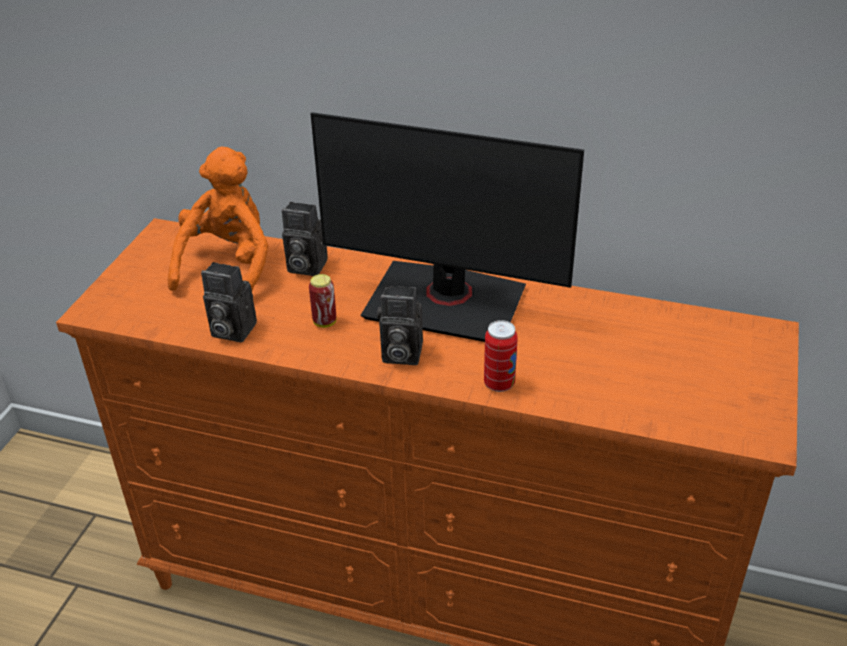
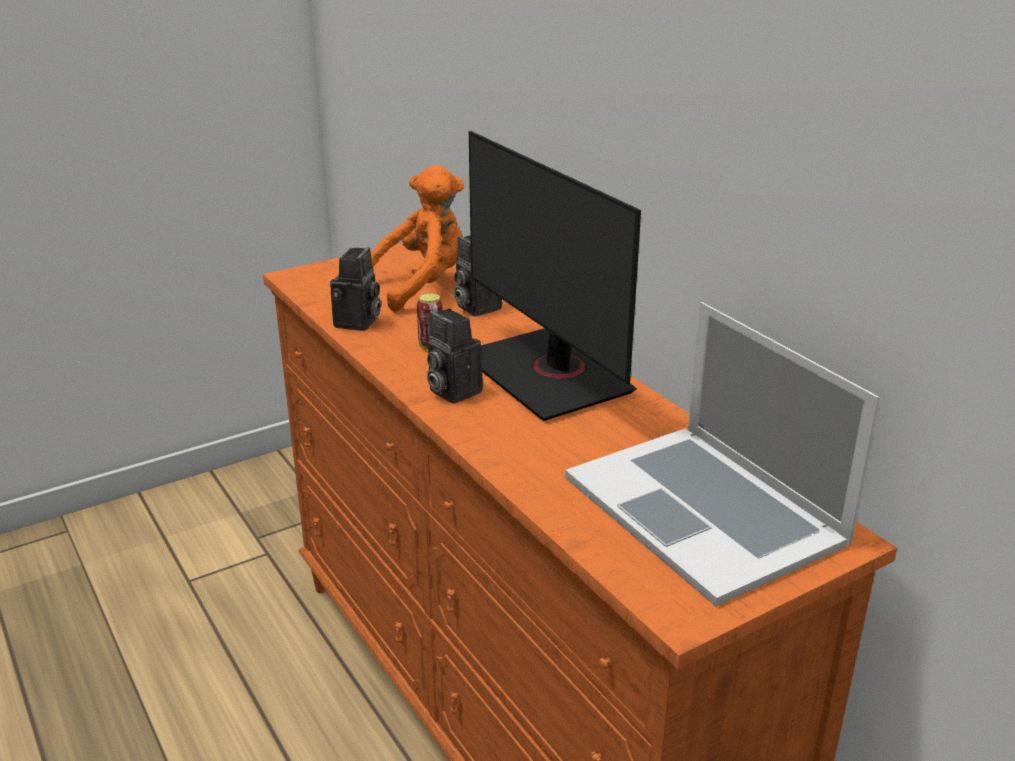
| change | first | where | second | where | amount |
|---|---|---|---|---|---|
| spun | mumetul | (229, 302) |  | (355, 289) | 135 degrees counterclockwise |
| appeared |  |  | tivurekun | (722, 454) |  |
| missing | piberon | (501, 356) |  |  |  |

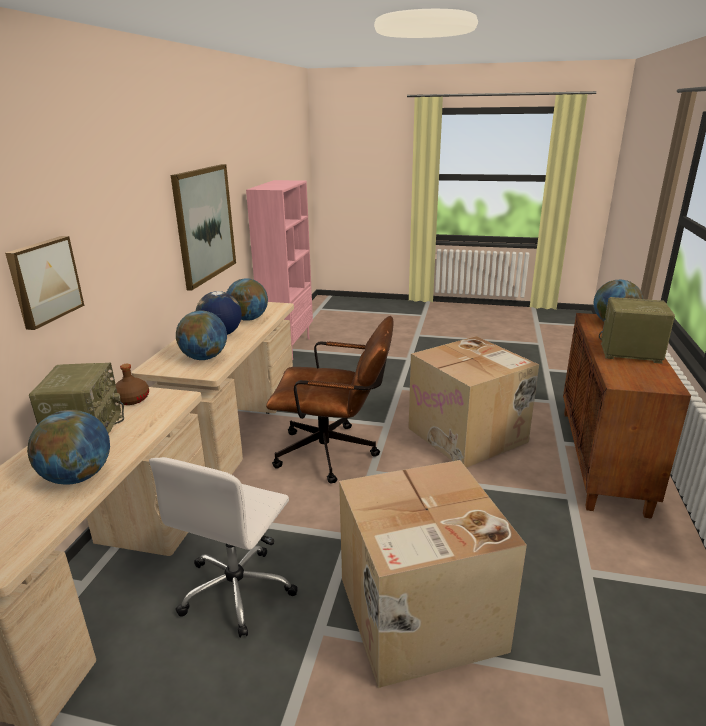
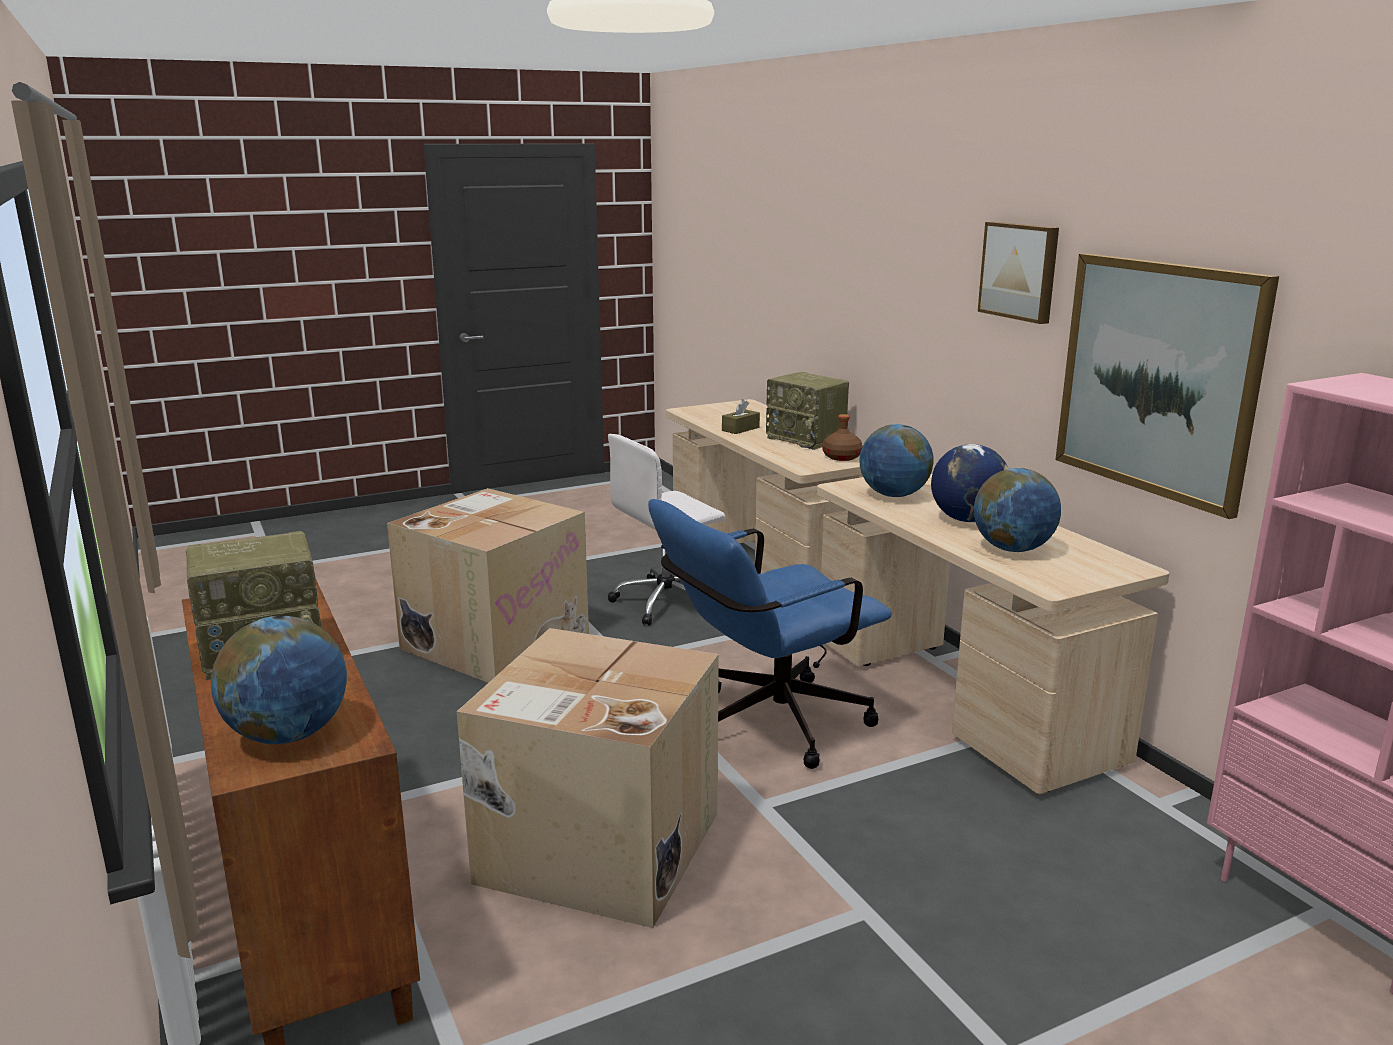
| change | first | where | second | where | amount |
|---|---|---|---|---|---|
| spun | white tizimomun | (223, 547) |  | (666, 530) | 105 degrees counterclockwise |
| colour | brown tizimomun | (330, 400) | blue tizimomun | (770, 634) |  |
| exchanged | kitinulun | (68, 447) | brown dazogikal | (741, 416) |  |
| relocated | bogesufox | (45, 283) |  | (1018, 273) |  |

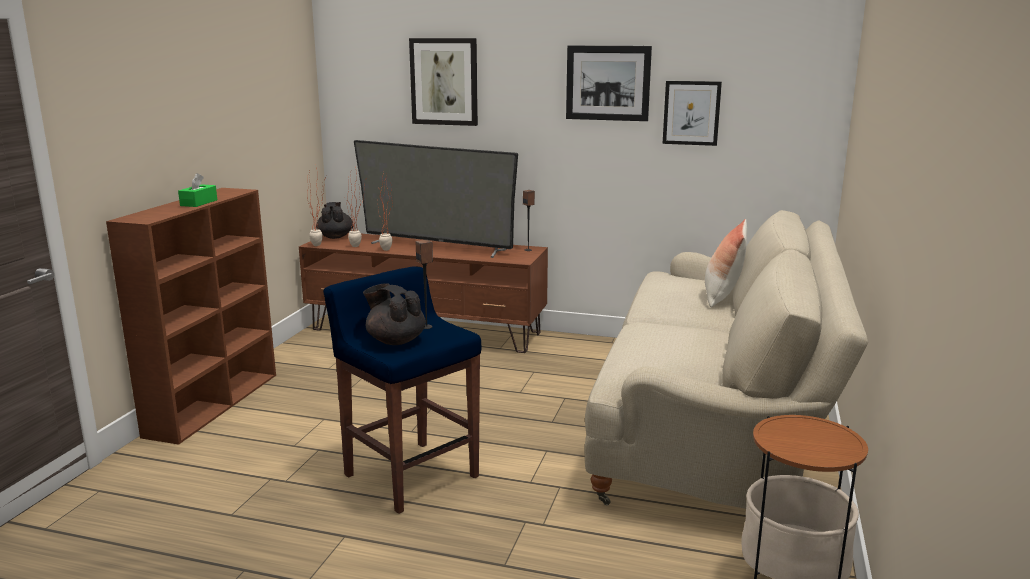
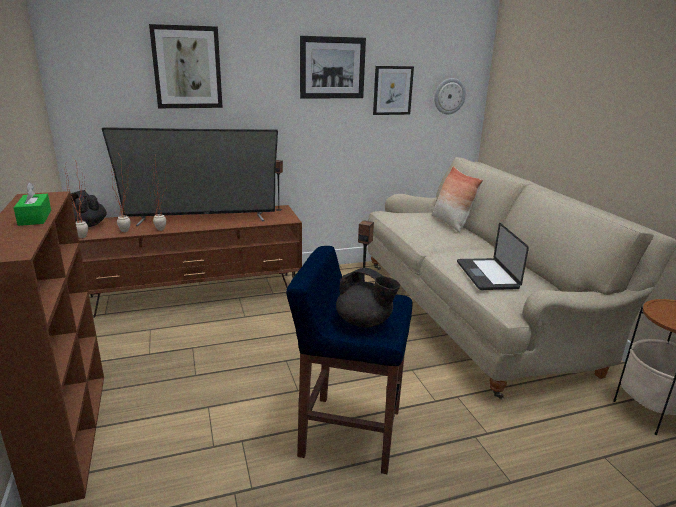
| change | first | where | second | where | amount |
|---|---|---|---|---|---|
| spun | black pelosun | (394, 314) |  | (368, 298) | 150 degrees counterclockwise |
| appeared |  |  | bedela | (450, 96) |  |
| appeared |  |  | tivurekun | (493, 256) |  |

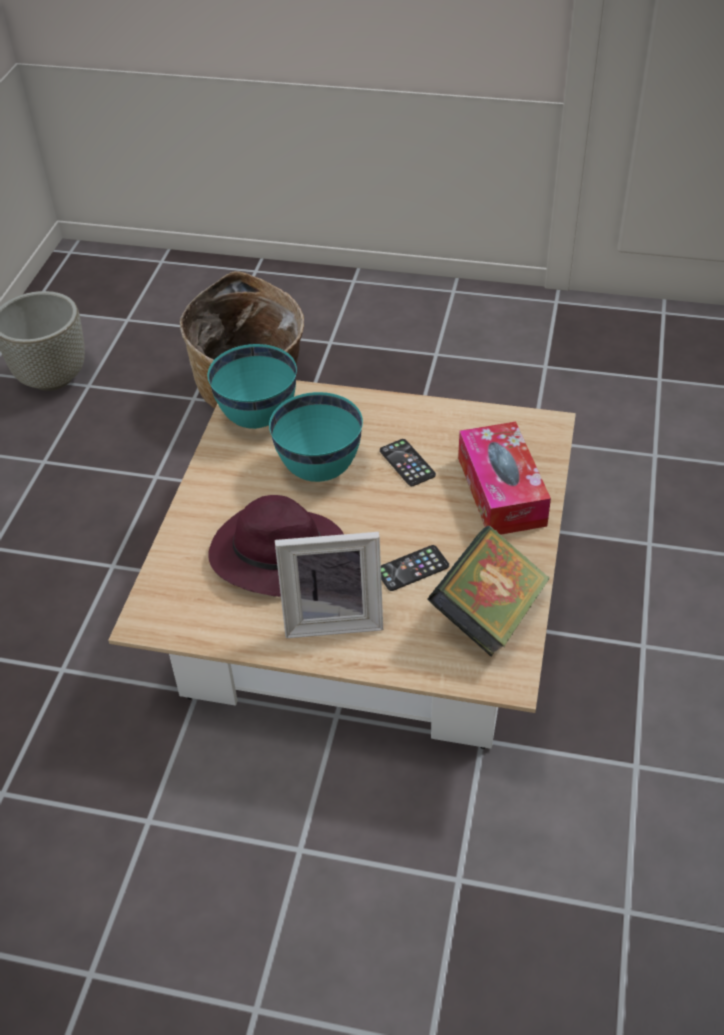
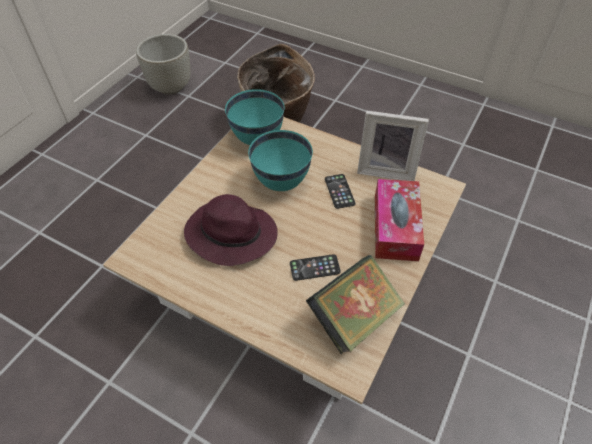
| change | first | where | second | where | amount |
|---|---|---|---|---|---|
| relocated | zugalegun | (329, 585) |  | (393, 145) |  |

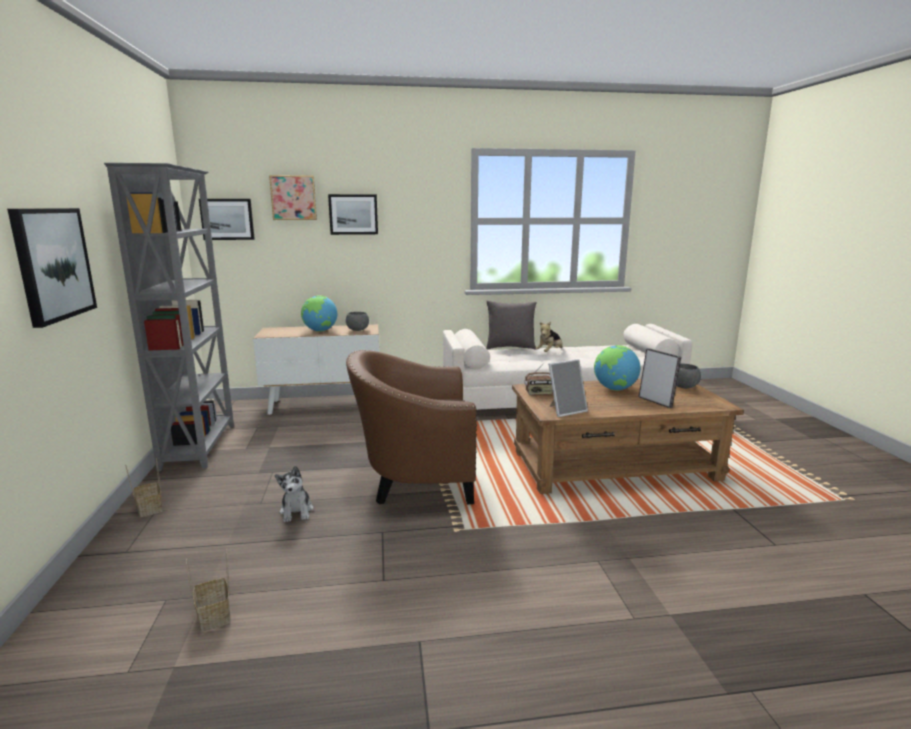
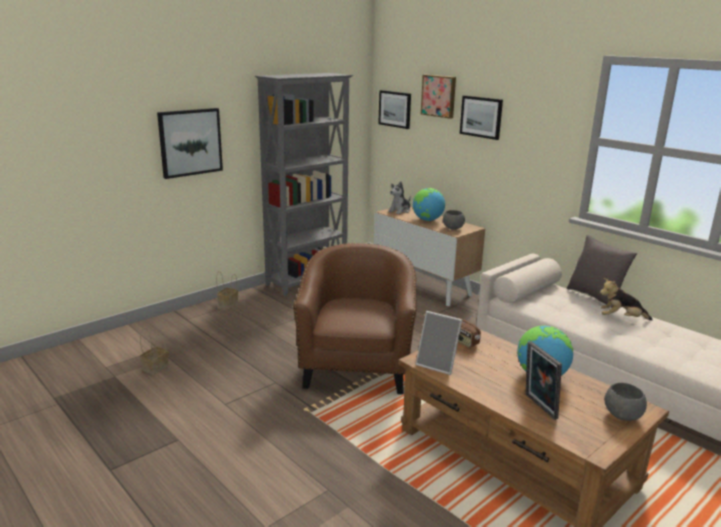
| change | first | where | second | where | amount |
|---|---|---|---|---|---|
| spun | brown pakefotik | (411, 427) |  | (355, 318) | 45 degrees clockwise |
| relocated | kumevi | (294, 494) |  | (399, 197) |  |
| spun | zugalegun | (660, 378) |  | (543, 380) | 135 degrees clockwise |

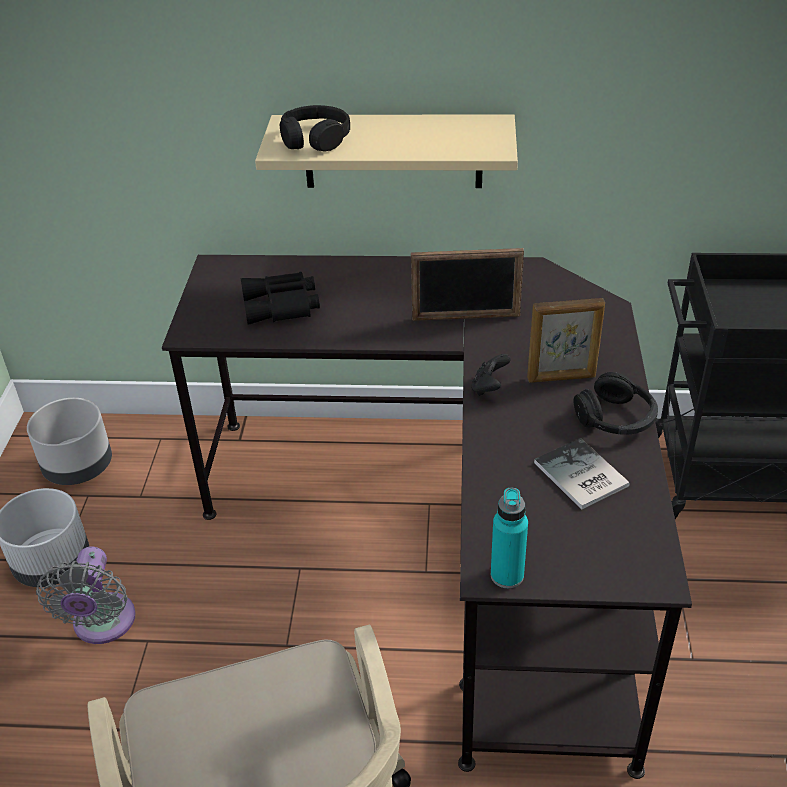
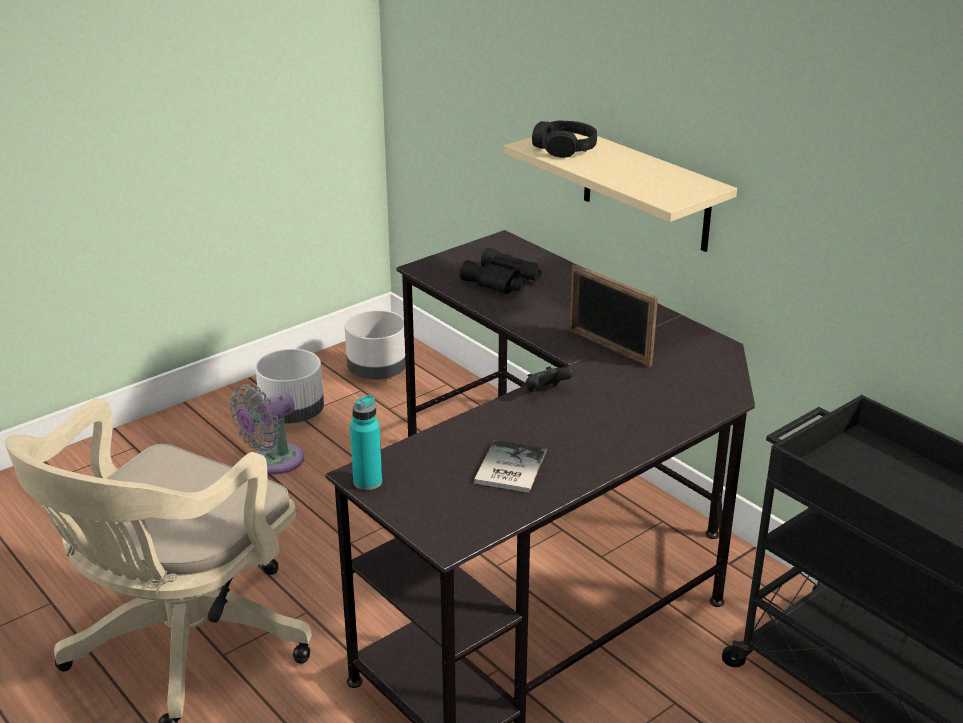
| change | first | where | second | where | amount |
|---|---|---|---|---|---|
| missing | zugalegun | (566, 340) |  |  |  |
| missing | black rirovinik | (616, 403) |  |  |  |

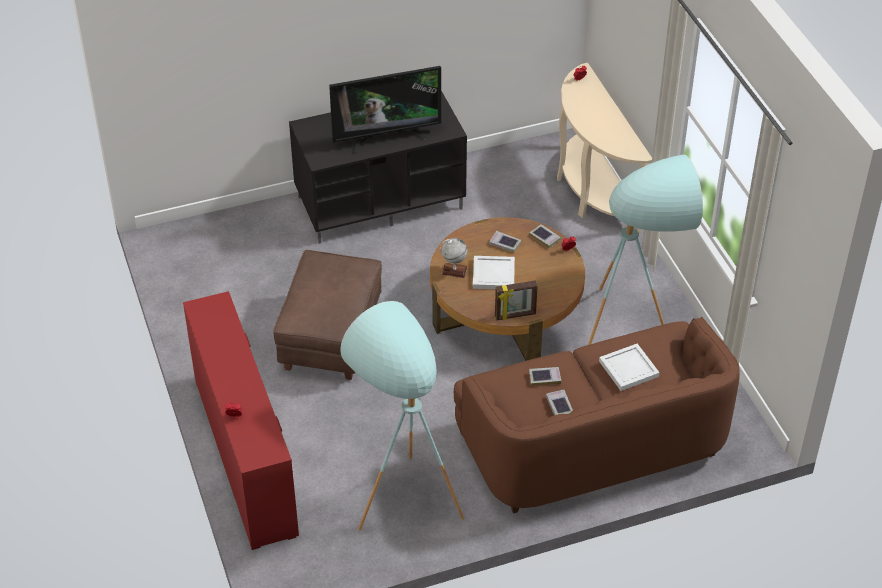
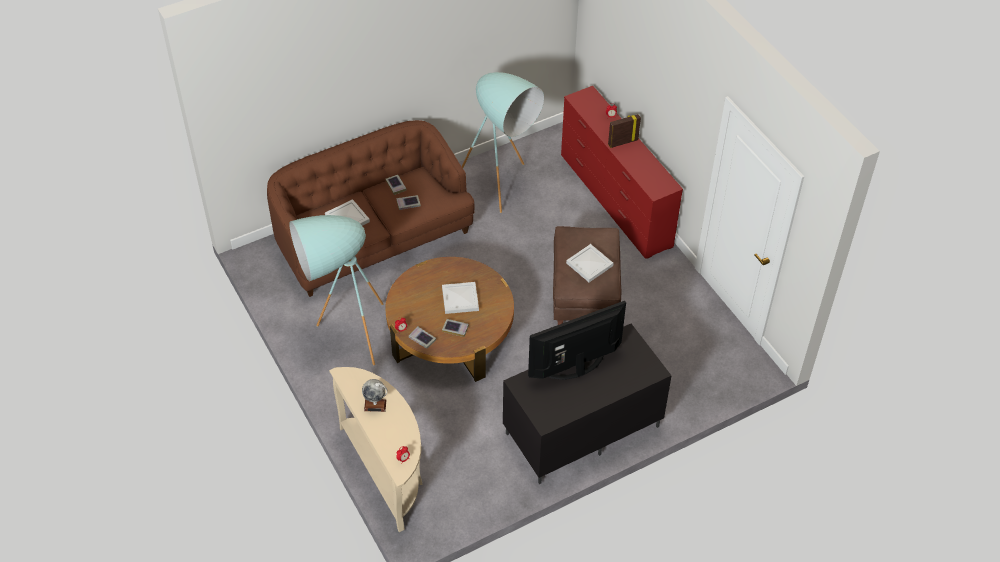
| change | first | where | second | where | amount |
|---|---|---|---|---|---|
| relocated | kitinulun | (453, 258) |  | (374, 395) |  |
| appeared |  |  | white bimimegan | (589, 263) |  |
| relocated | zugalegun | (516, 300) |  | (624, 131) |  |

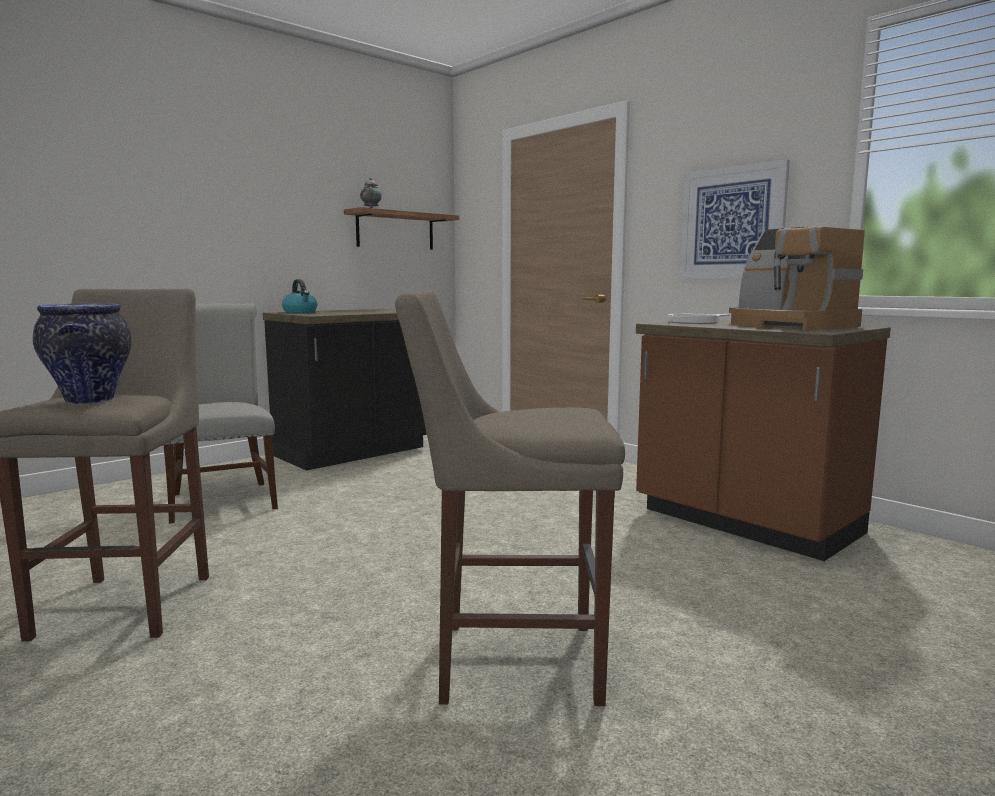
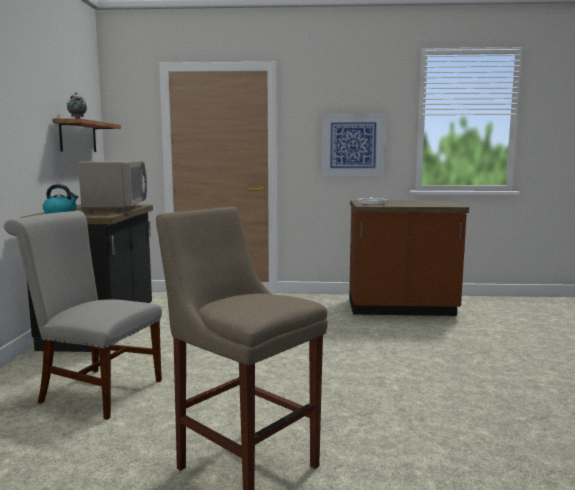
| change | first | where | second | where | amount |
|---|---|---|---|---|---|
| appeared |  |  | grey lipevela | (112, 186) |  |
| missing | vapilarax | (82, 353) |  |  |  |
| missing | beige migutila | (510, 498) |  |  |  |
| missing | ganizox | (797, 278) |  |  |  |

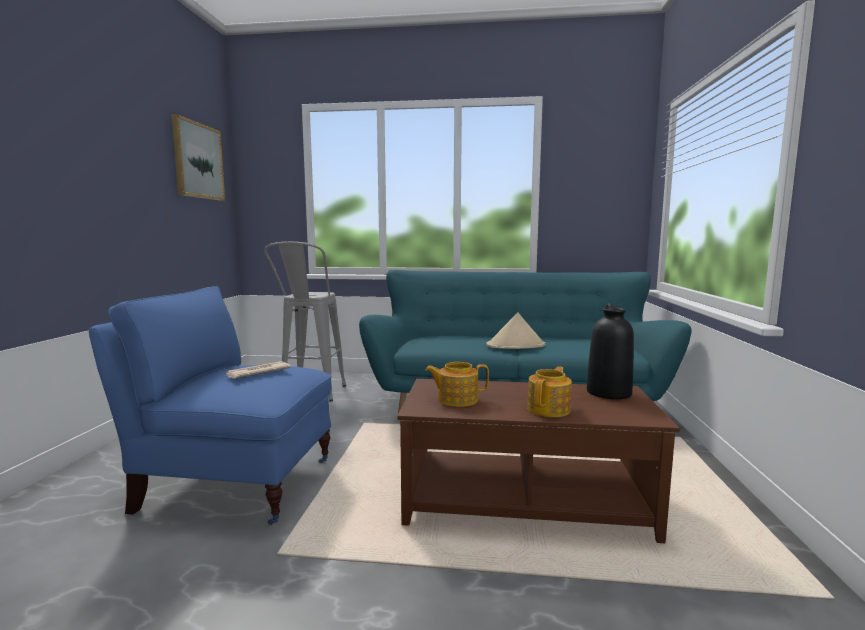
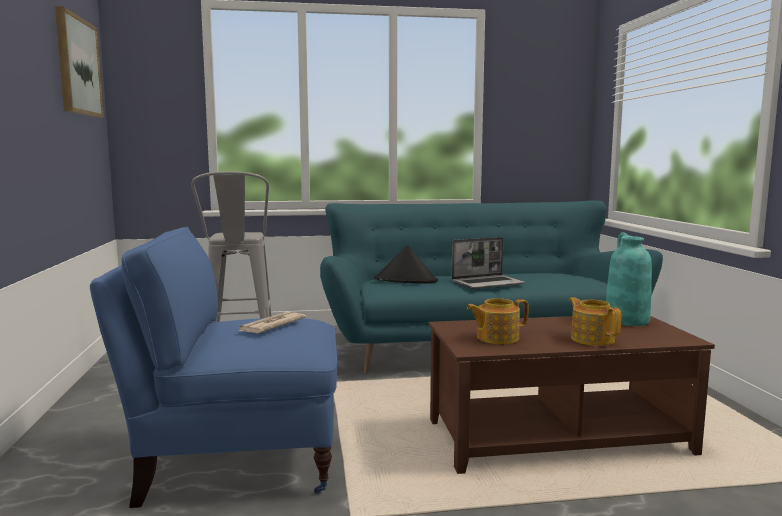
| change | first | where | second | where | amount |
|---|---|---|---|---|---|
| appeared |  |  | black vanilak | (406, 264) |  |
| exchanged | beige vanilak | (515, 330) | tivurekun | (488, 263) |  |
| spun | pelosun | (549, 391) |  | (595, 321) | 45 degrees counterclockwise |
| colour | black vapilarax | (610, 351) | turquoise vapilarax | (629, 279) |  |

